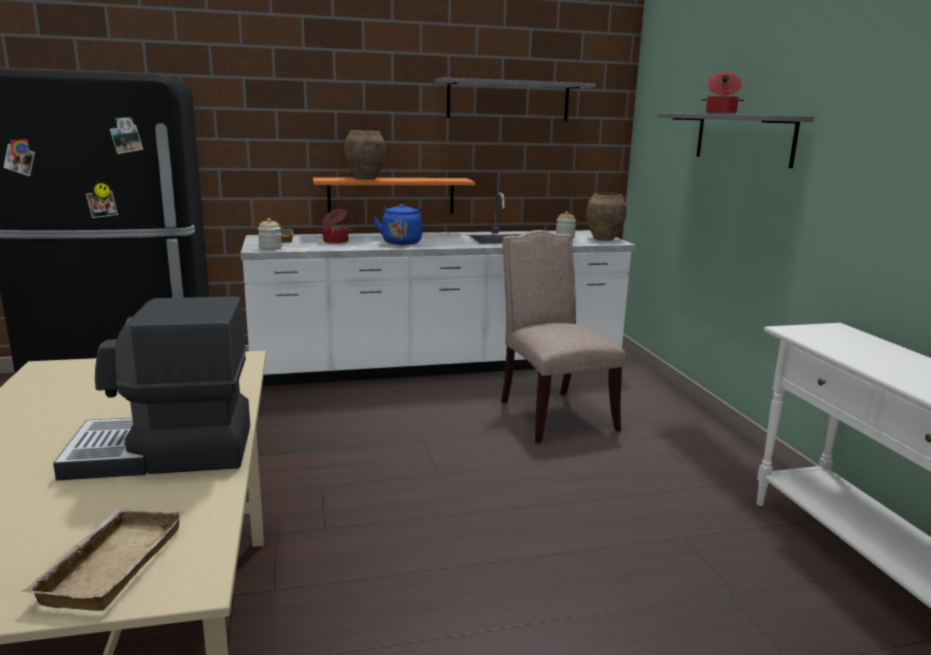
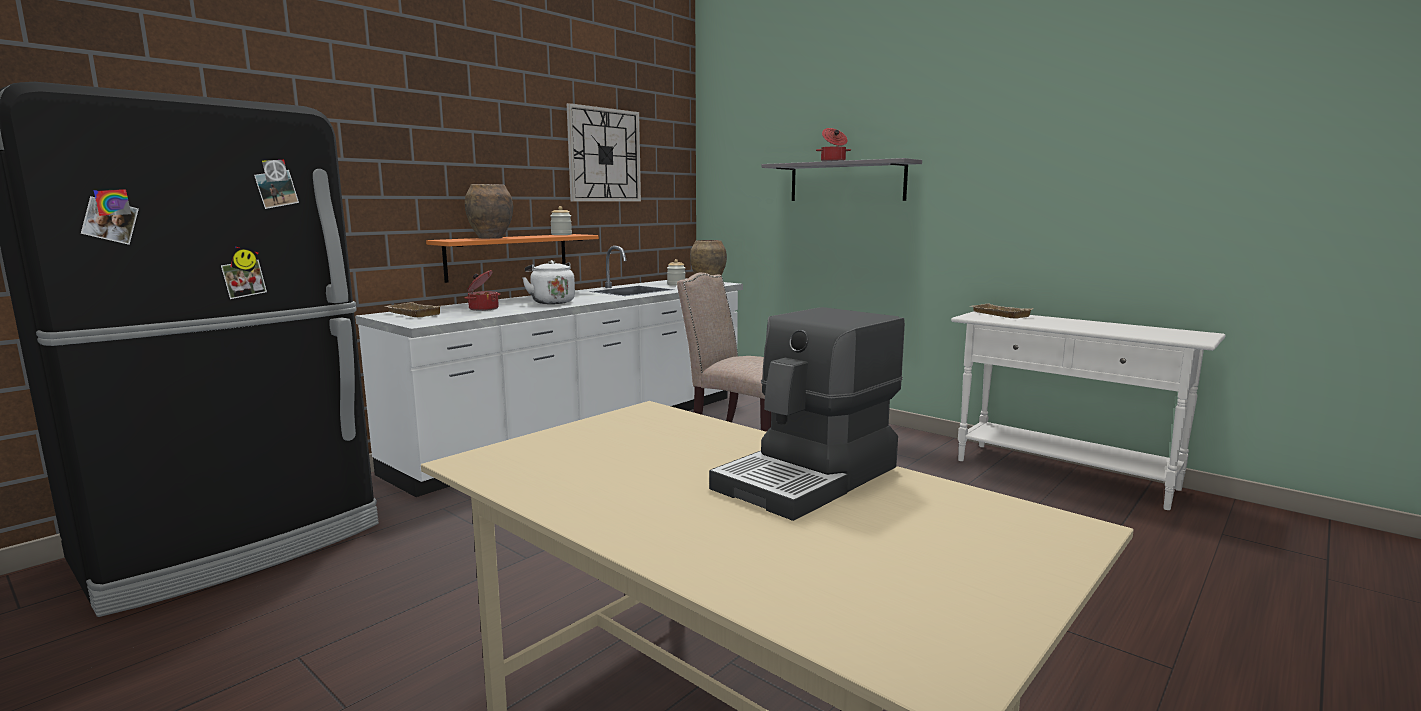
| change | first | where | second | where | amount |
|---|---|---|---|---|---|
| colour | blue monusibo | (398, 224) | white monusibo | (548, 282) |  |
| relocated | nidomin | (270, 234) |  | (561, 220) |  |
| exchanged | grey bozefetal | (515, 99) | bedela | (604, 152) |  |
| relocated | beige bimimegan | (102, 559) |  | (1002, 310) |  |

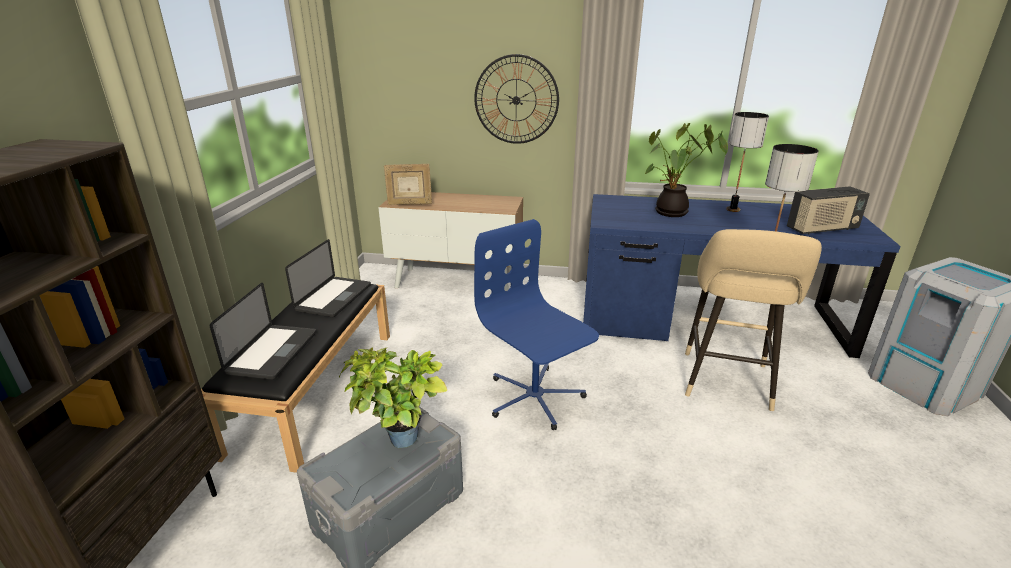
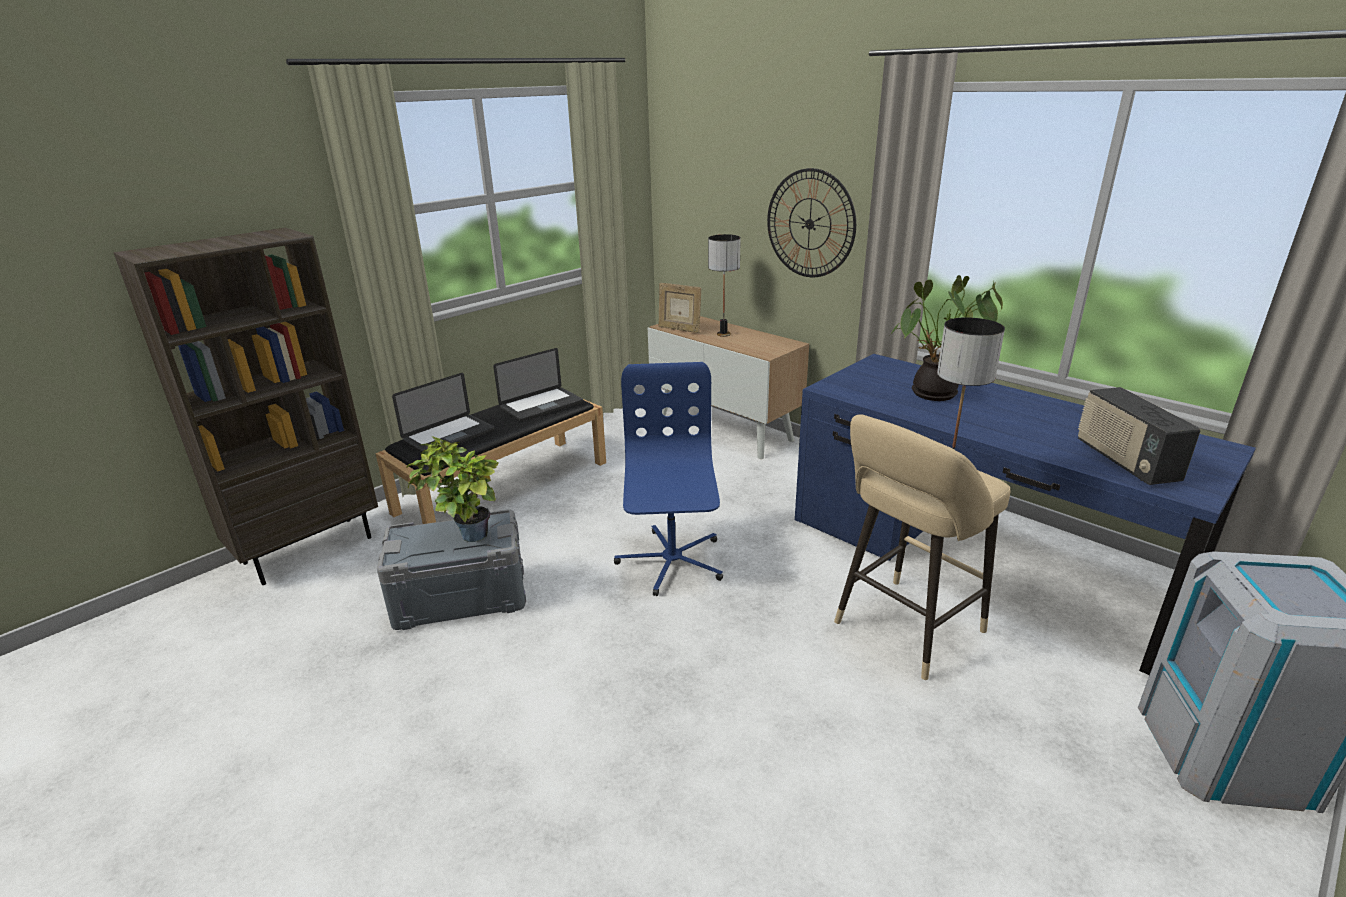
| change | first | where | second | where | amount |
|---|---|---|---|---|---|
| relocated | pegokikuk | (747, 162) |  | (724, 285) |  |
| spun | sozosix | (828, 210) |  | (1139, 436) | 60 degrees clockwise |

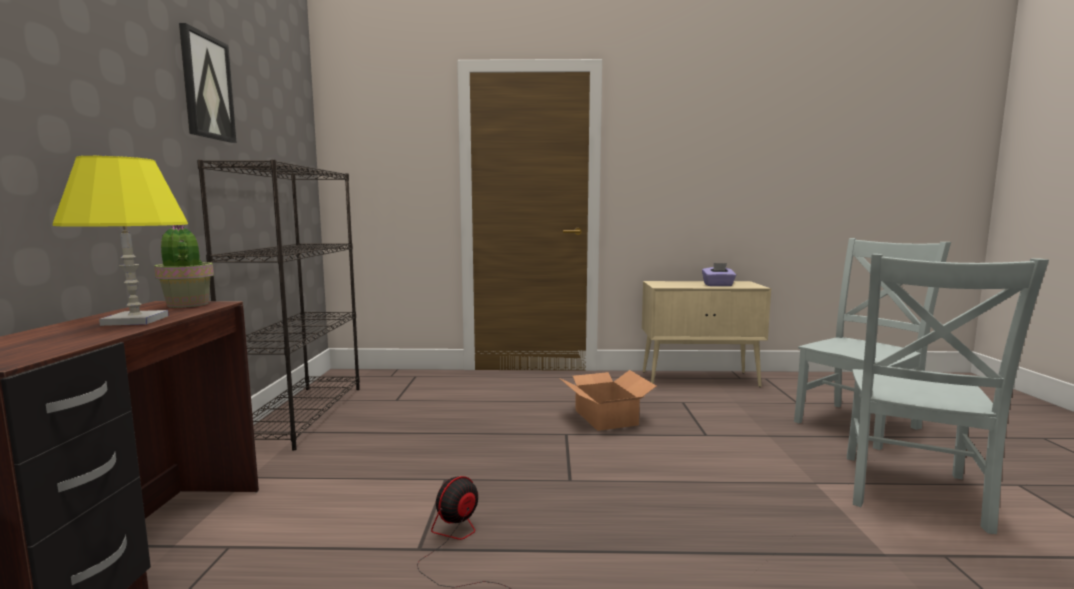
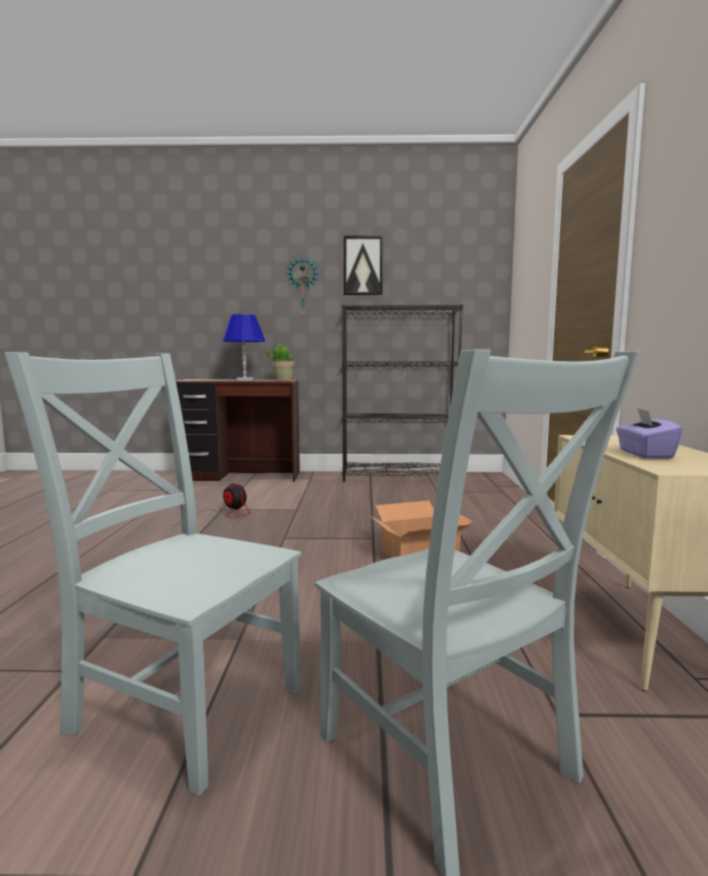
| change | first | where | second | where | amount |
|---|---|---|---|---|---|
| colour | yellow pegokikuk | (120, 241) | blue pegokikuk | (243, 347) |  |
| appeared |  |  | bedela | (303, 287) |  |

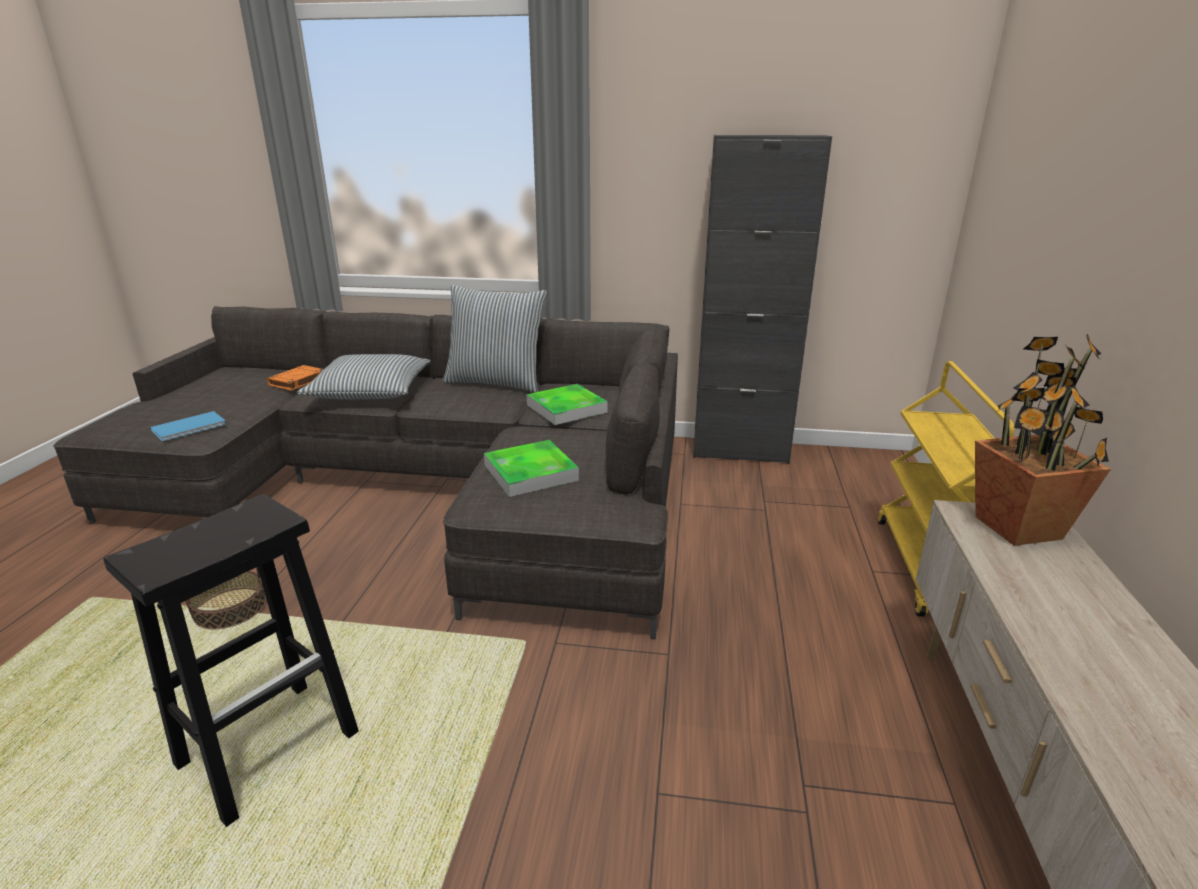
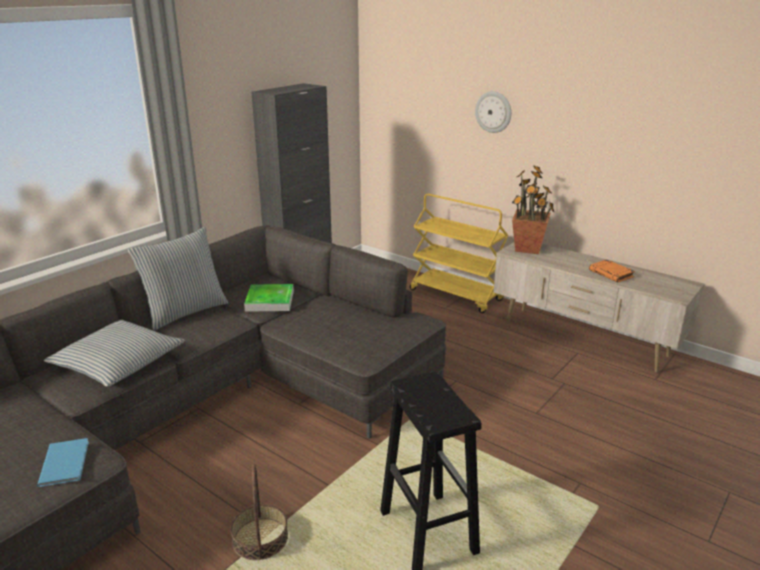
| change | first | where | second | where | amount |
|---|---|---|---|---|---|
| appeared |  |  | bedela | (493, 112) |  |
| relocated | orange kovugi | (295, 378) |  | (612, 270) |  |
| missing | bimimegan | (531, 468) |  |  |  |

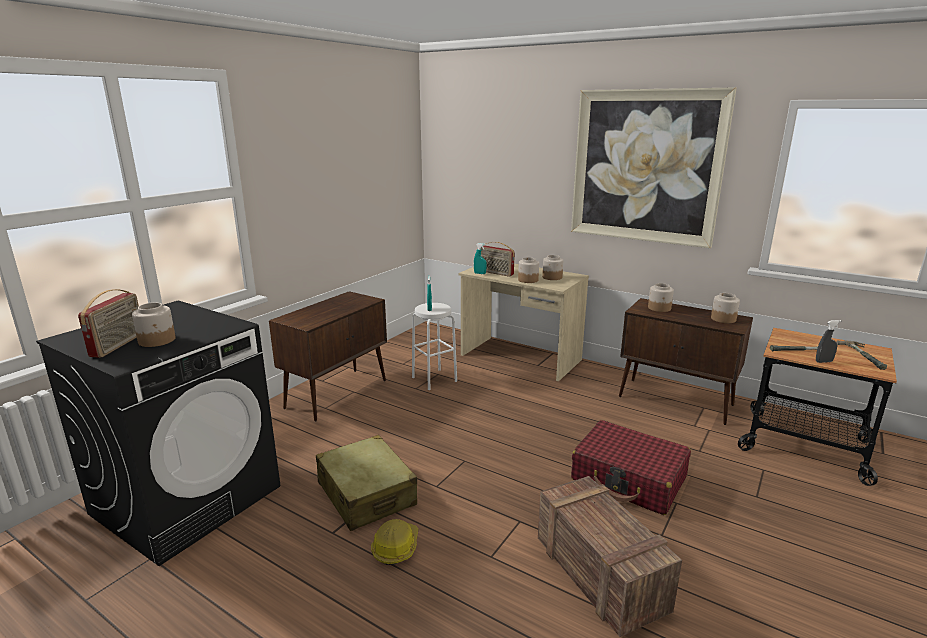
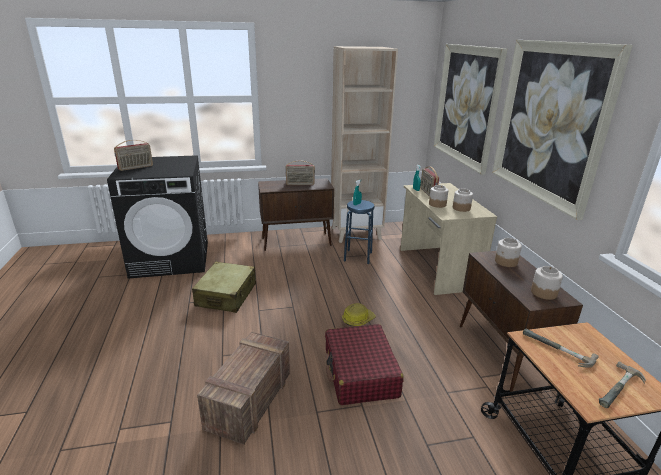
| change | first | where | second | where | amount |
|---|---|---|---|---|---|
| appeared |  |  | sozosix | (300, 172) |  |
| appeared |  |  | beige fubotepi | (364, 144) |  |
| relocated | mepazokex | (395, 542) |  | (359, 314) |  |
| colour | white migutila | (434, 346) | blue migutila | (359, 232) |  |
| appeared |  |  | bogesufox | (470, 109) |  |
| missing | nidomin | (154, 325) |  |  |  |
| missing | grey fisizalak | (828, 341) |  |  |  |

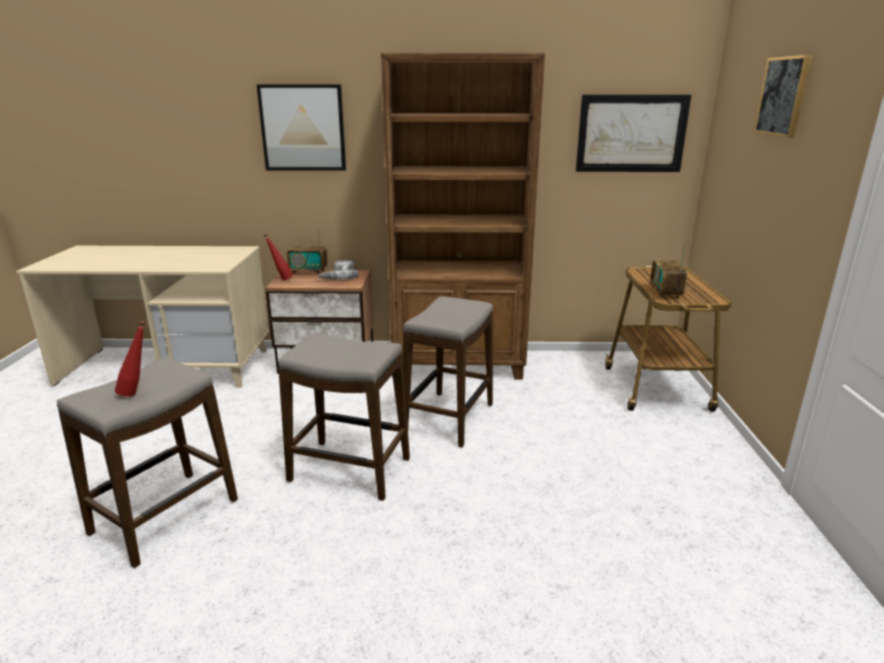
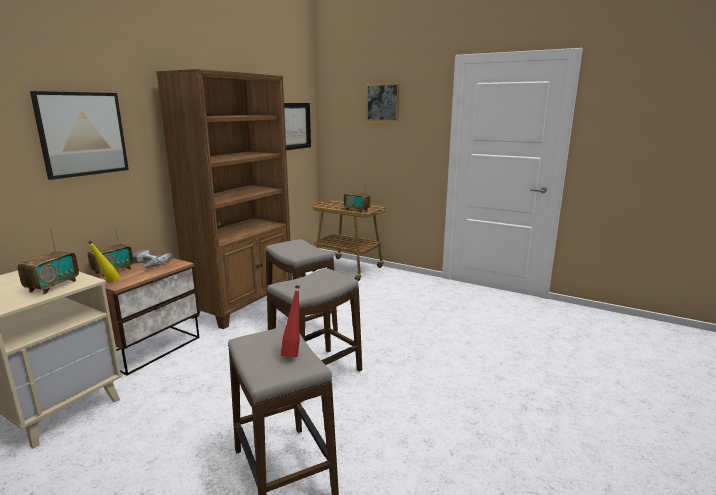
| change | first | where | second | where | amount |
|---|---|---|---|---|---|
| appeared |  |  | sozosix | (48, 261) |  |
| colour | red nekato | (278, 257) | yellow nekato | (104, 261) |  |

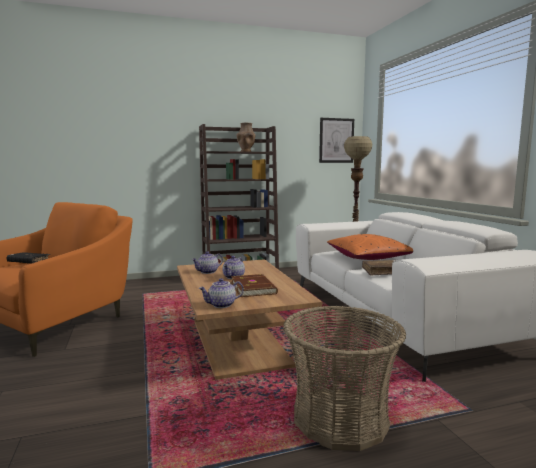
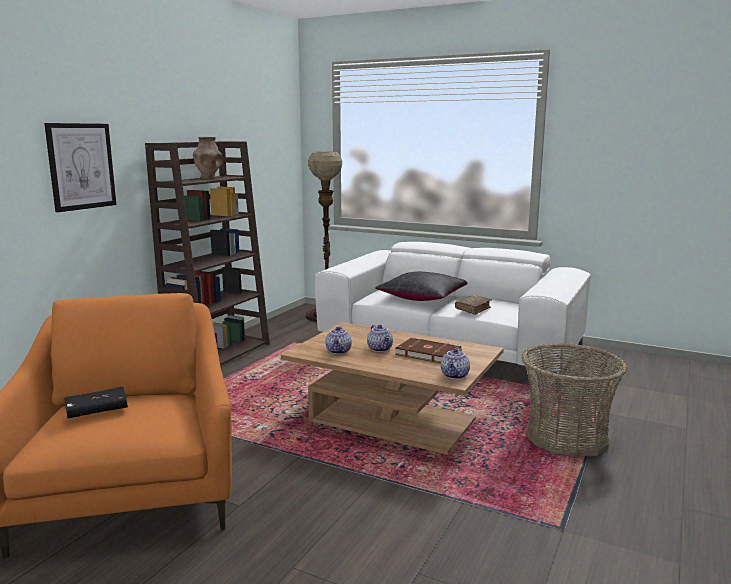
| change | first | where | second | where | amount |
|---|---|---|---|---|---|
| relocated | bogesufox | (336, 140) |  | (80, 167) |  |
| colour | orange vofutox | (370, 247) | black vofutox | (421, 286) |  |

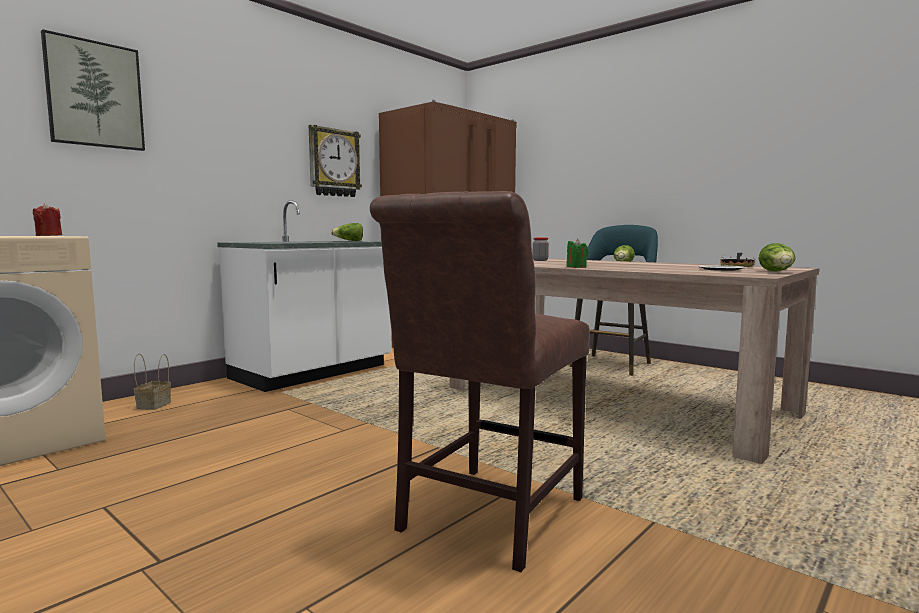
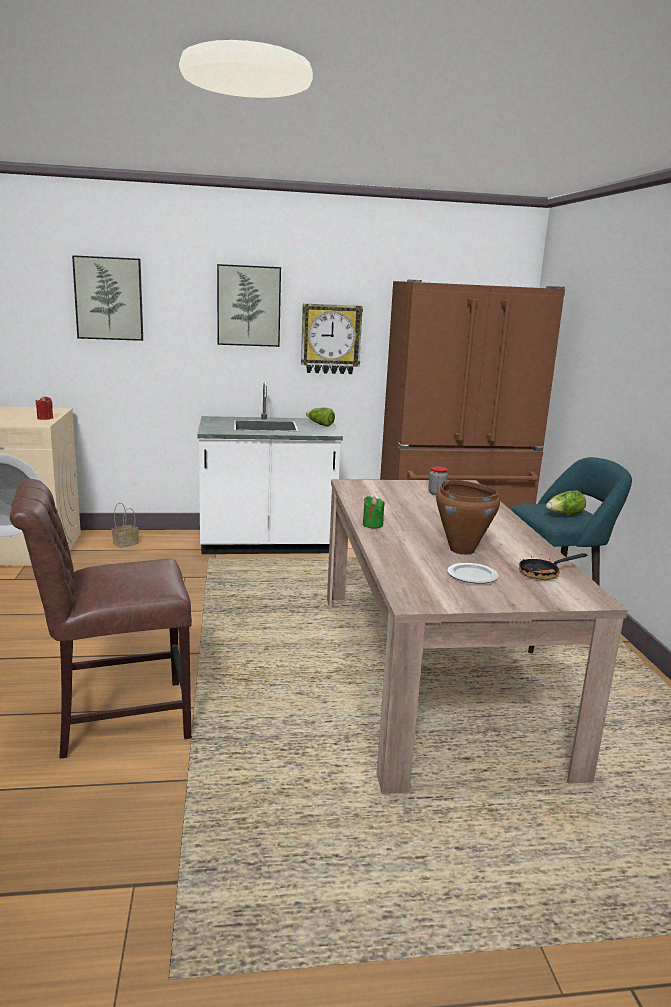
| change | first | where | second | where | amount |
|---|---|---|---|---|---|
| appeared |  |  | bogesufox | (249, 305) |  |
| appeared |  |  | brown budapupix | (468, 517) |  |
| missing | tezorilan | (777, 257) |  |  |  |

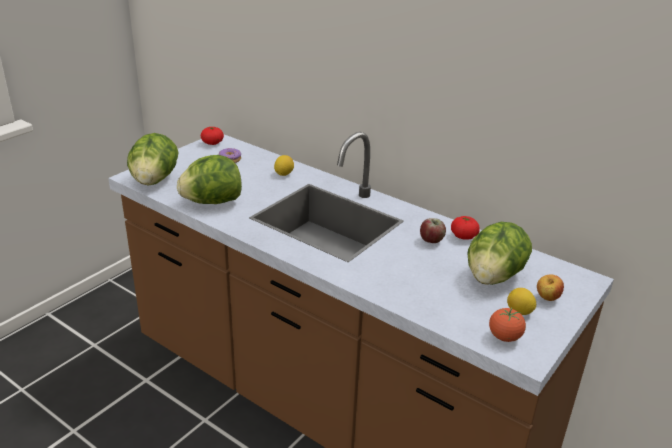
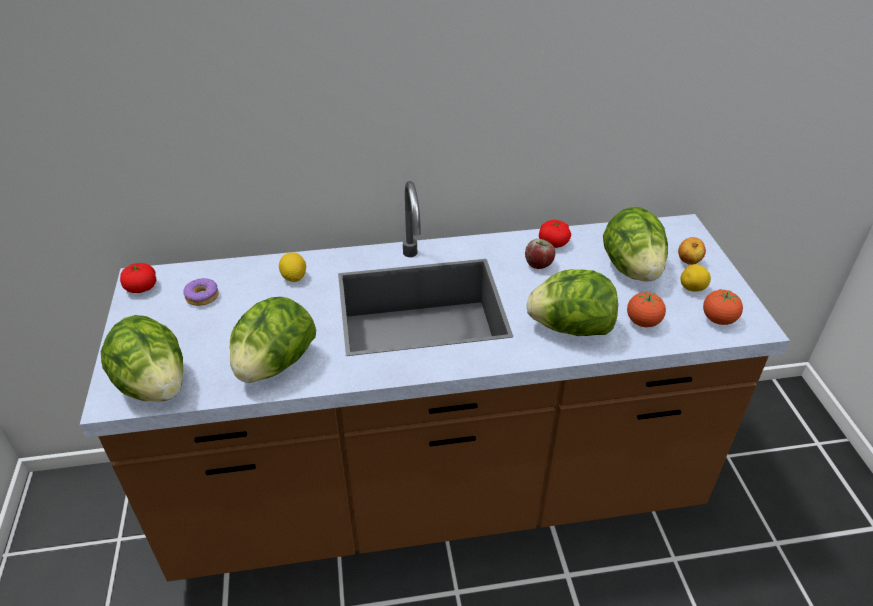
| change | first | where | second | where | amount |
|---|---|---|---|---|---|
| appeared |  |  | tezorilan | (572, 302) |  |
| appeared |  |  | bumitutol | (646, 309) |  |

